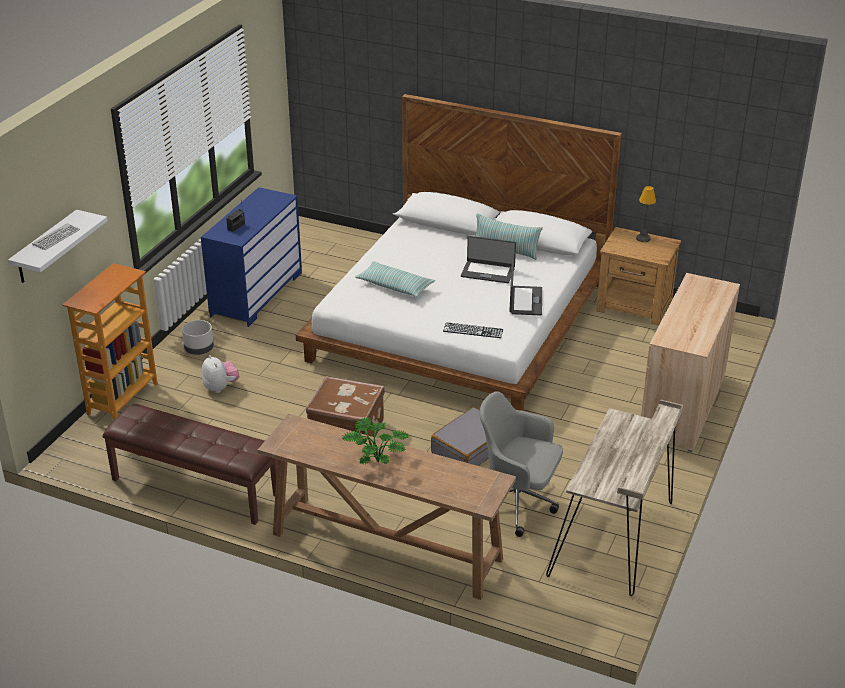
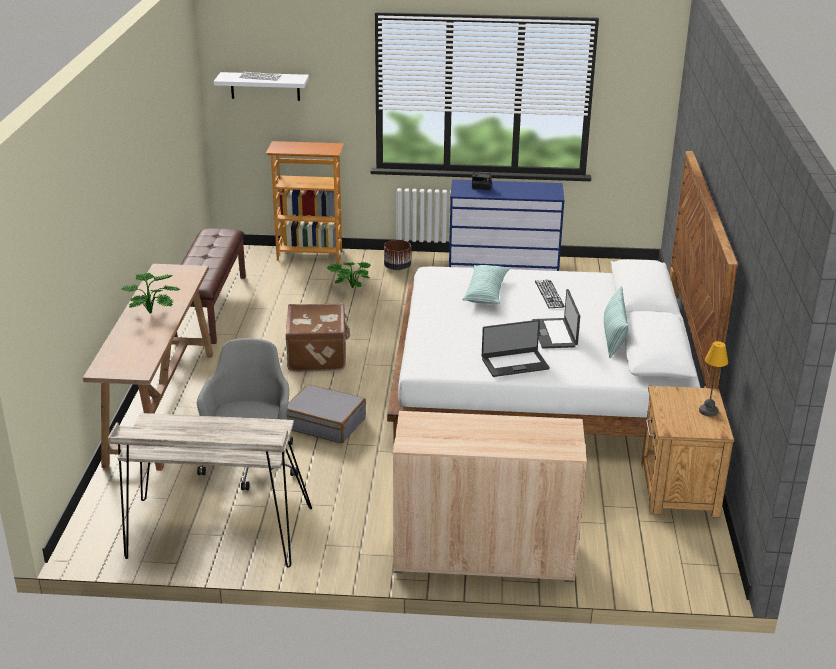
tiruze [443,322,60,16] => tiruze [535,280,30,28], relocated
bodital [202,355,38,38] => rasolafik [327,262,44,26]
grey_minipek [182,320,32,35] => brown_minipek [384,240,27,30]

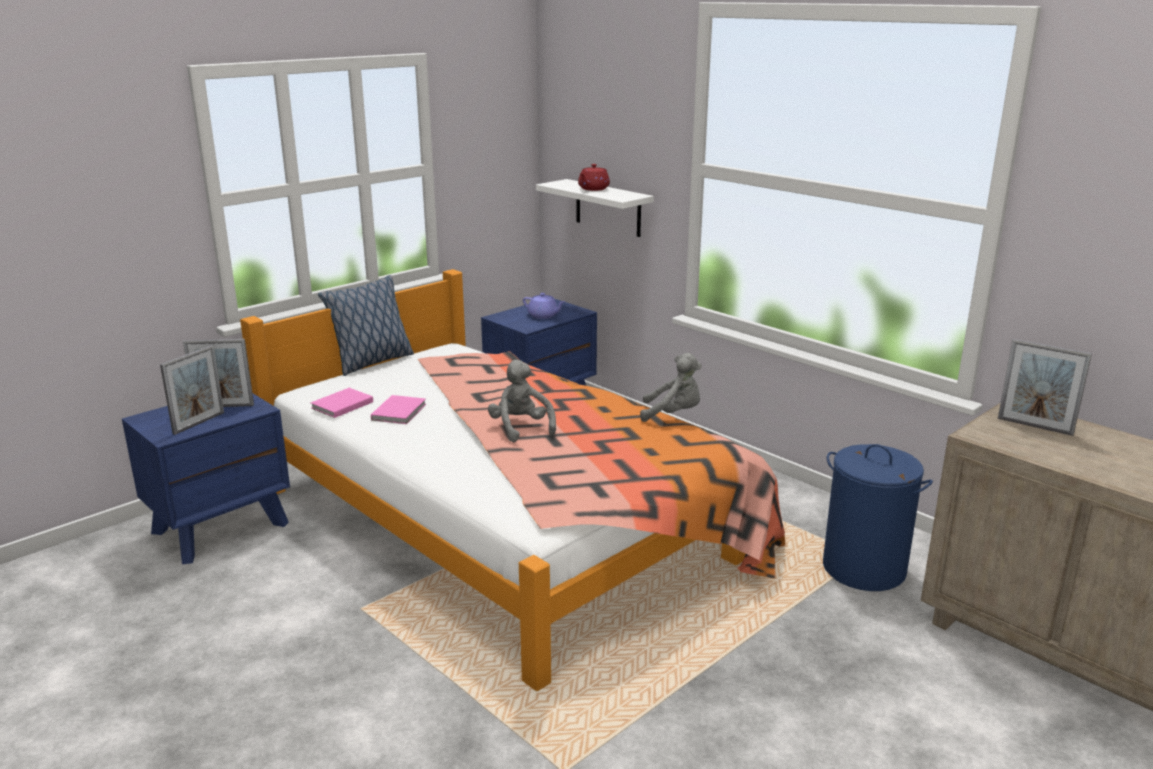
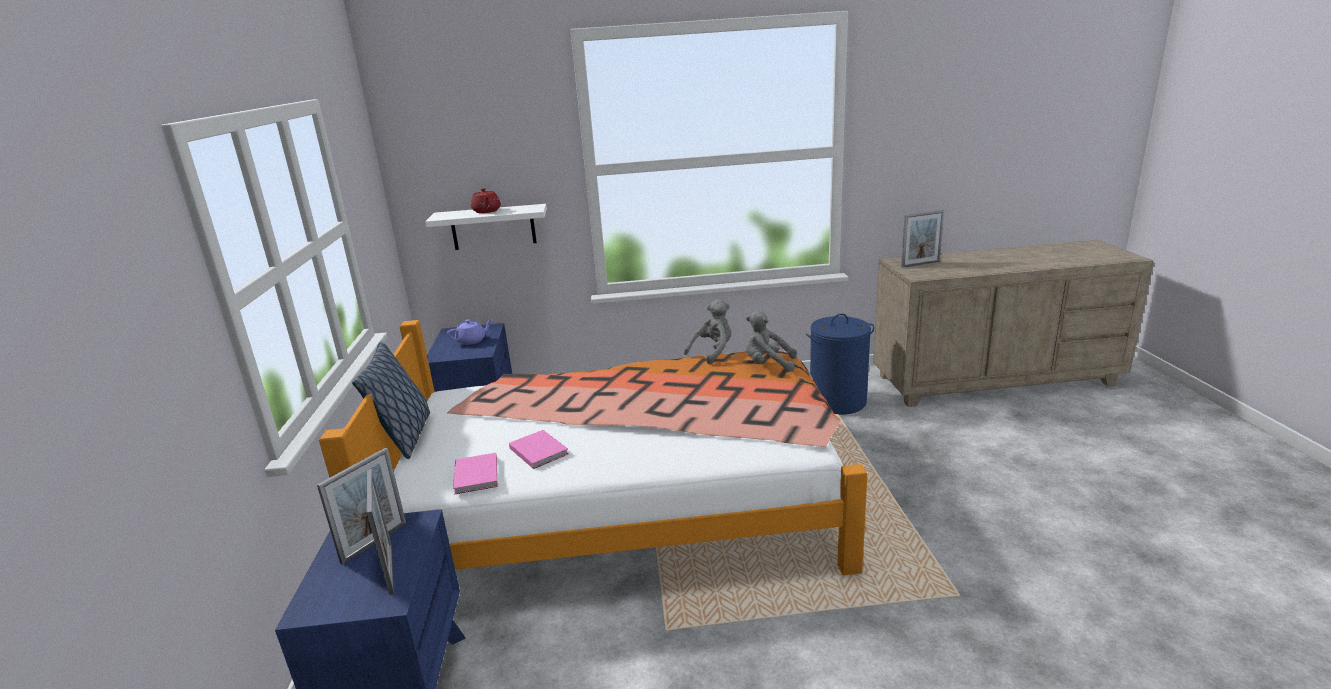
grey_bodital [488,360,68,82] => grey_bodital [746,311,51,61], relocated

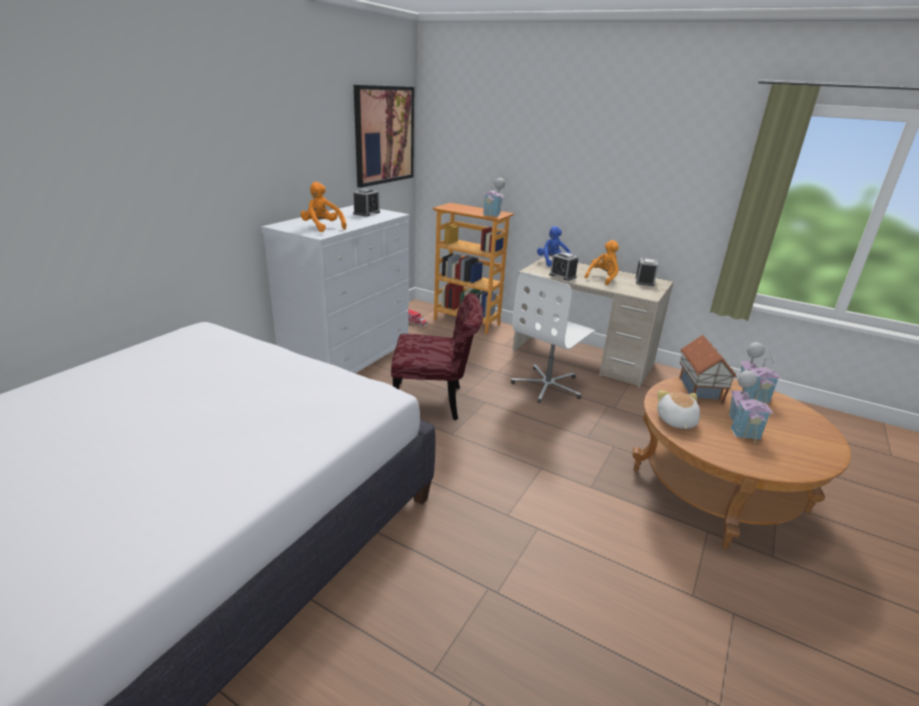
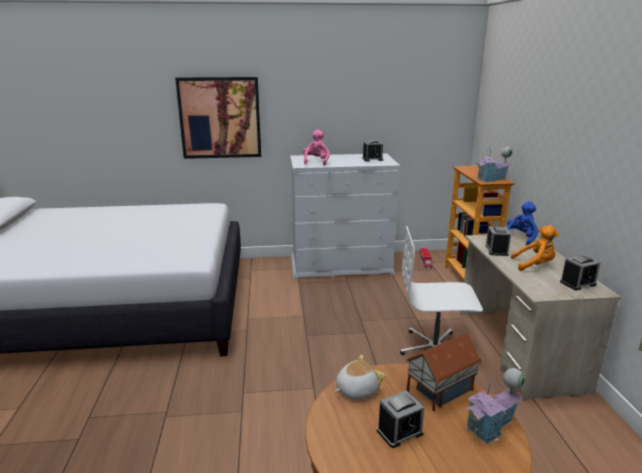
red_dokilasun [391,293,92,127] => nothing
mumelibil [354,85,60,103] => mumelibil [175,77,86,82], relocated
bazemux [729,370,44,73] => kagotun [377,390,47,58]
orange_bodital [300,182,46,50] => pink_bodital [303,130,27,36]

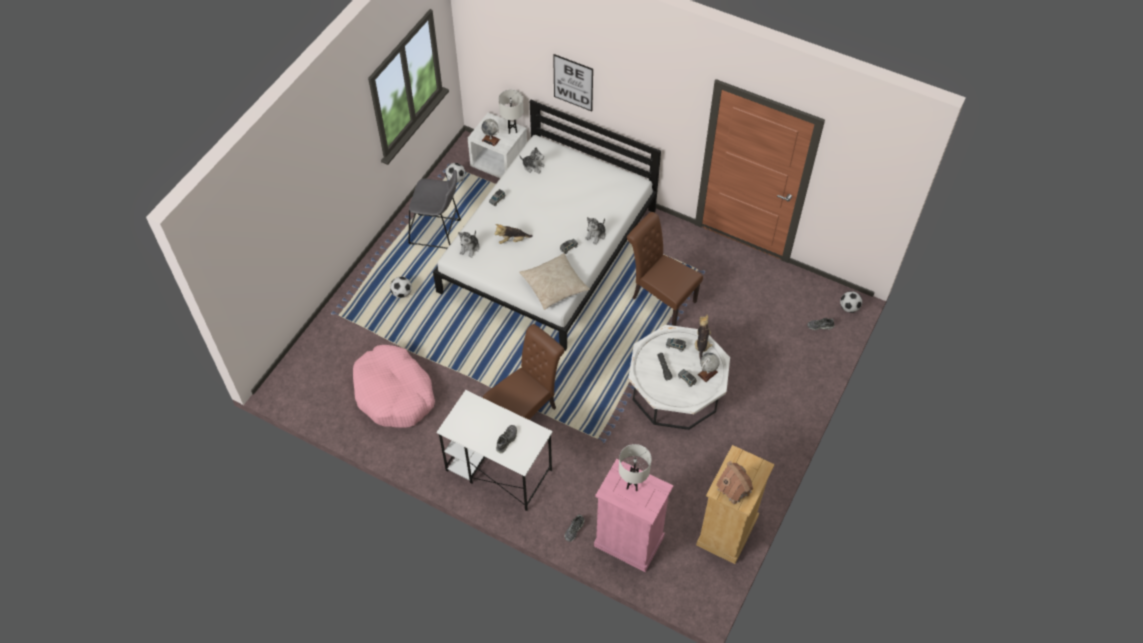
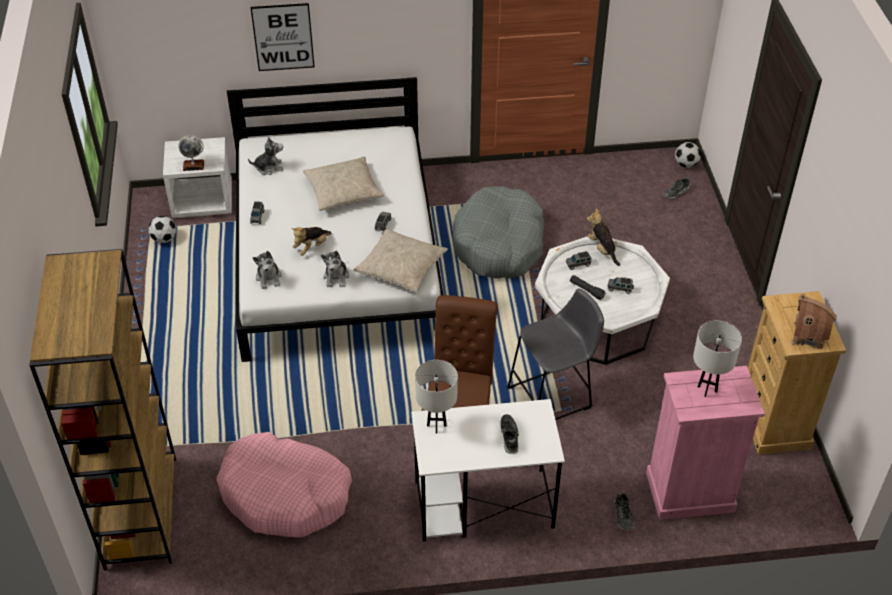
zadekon [390,277,22,21] => nothing
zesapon [697,353,23,29] => nothing
nothing => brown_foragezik [29,249,147,321]
nothing => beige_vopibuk [303,157,81,54]
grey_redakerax [408,170,53,79] => grey_redakerax [507,288,97,132], relocated
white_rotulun [498,90,25,44] => white_rotulun [415,360,43,74], relocated
bodital [585,217,21,28] => bodital [321,251,29,36], relocated
brown_dokilasun [627,212,76,114] => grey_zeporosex [452,186,92,93]

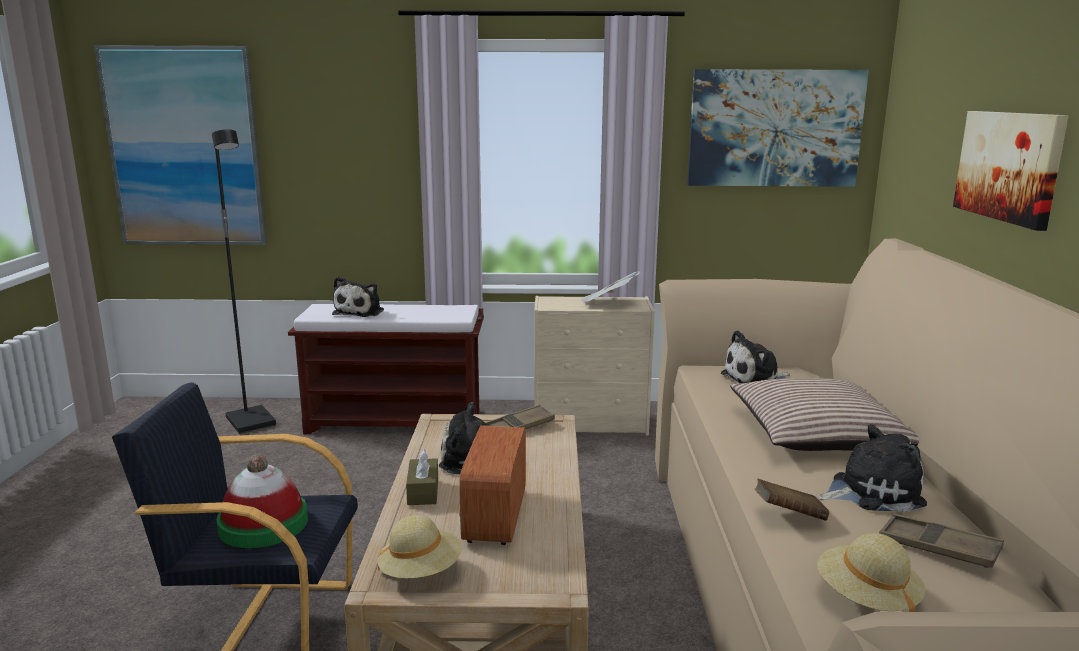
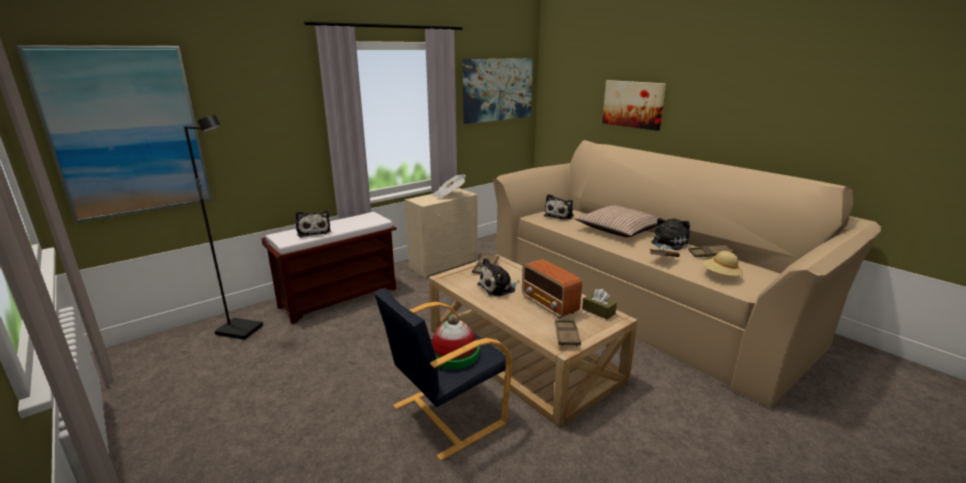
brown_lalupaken [406,449,32,56] => brown_lalupaken [582,289,35,30], relocated
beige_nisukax [378,515,84,63] => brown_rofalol [555,320,26,26]

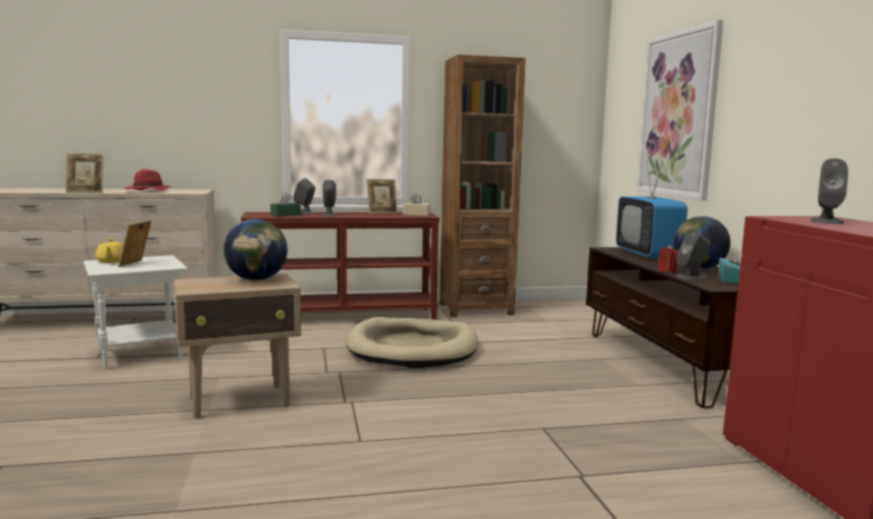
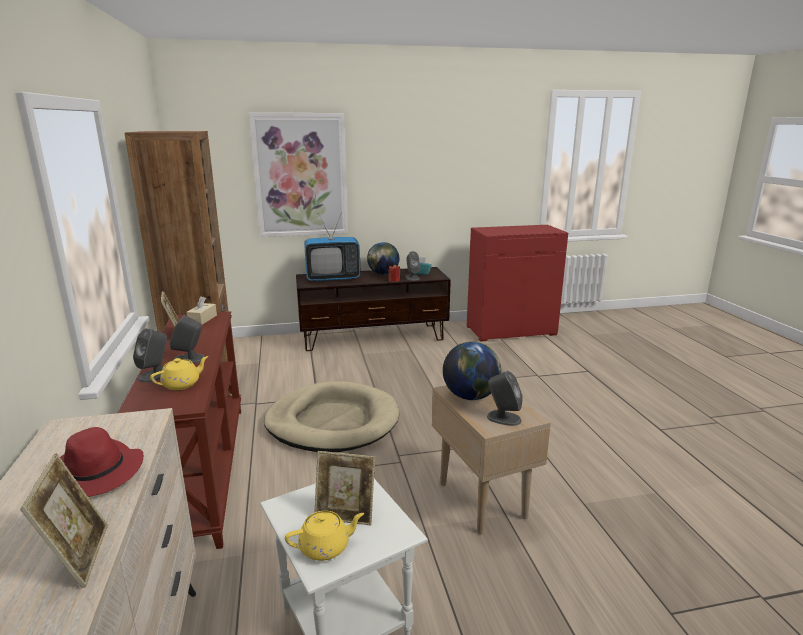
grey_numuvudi [811,158,37,66] => grey_numuvudi [487,371,36,55], relocated
green_lalupaken [271,193,30,24] => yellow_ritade [150,356,59,34]

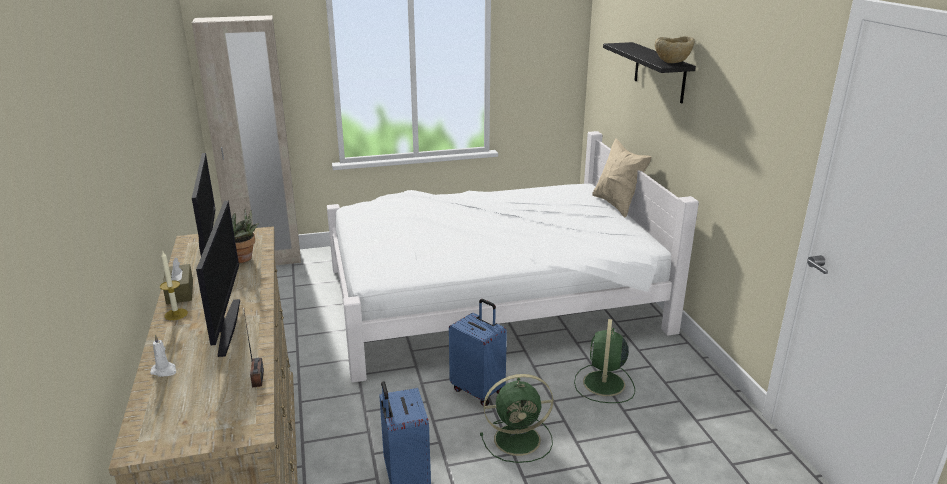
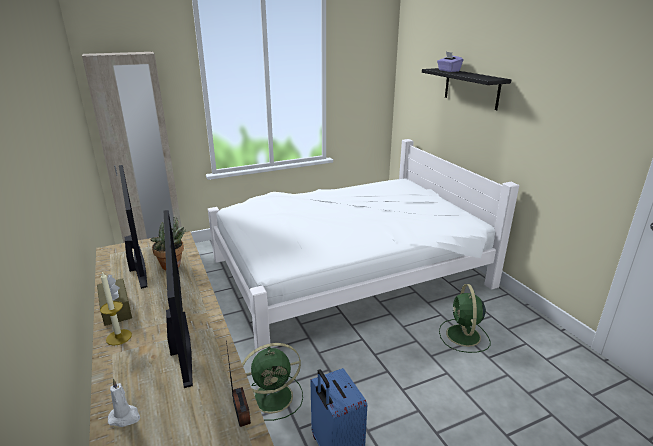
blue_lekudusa [449,299,58,108] => nothing
beige_vopibuk [592,138,60,80] => nothing
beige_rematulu [655,36,40,27] => nothing
nothing => purple_lalupaken [437,52,26,20]
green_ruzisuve [480,374,73,89] => green_ruzisuve [242,343,61,78], relocated

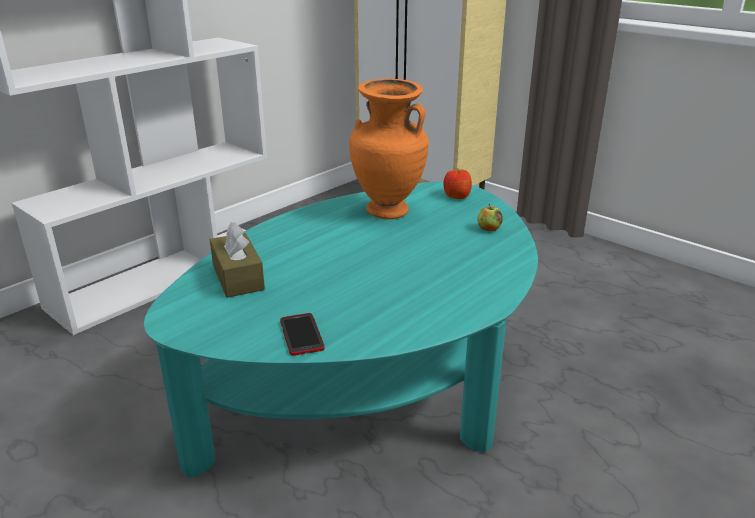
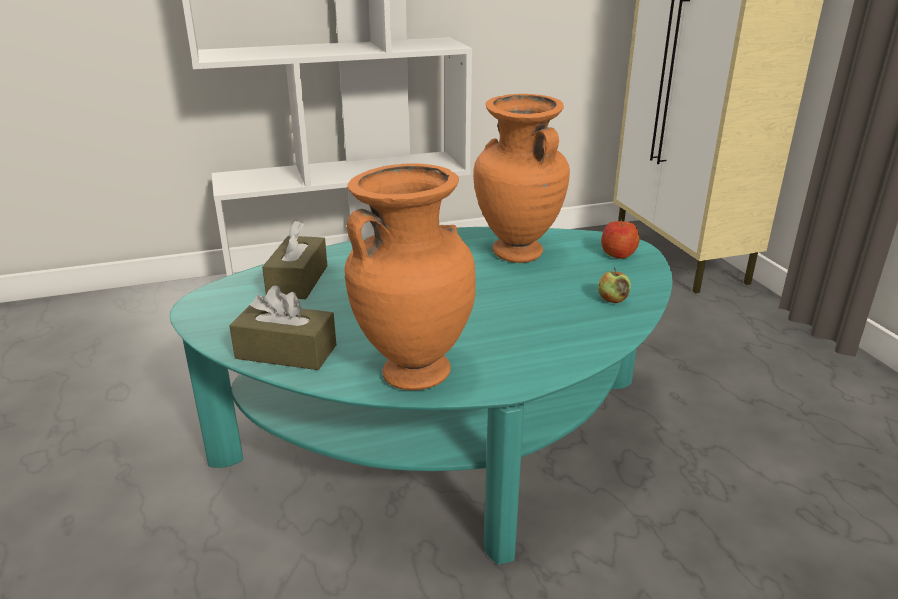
nothing => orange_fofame [344,163,132,227]
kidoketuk [280,313,45,43] => brown_lalupaken [229,285,107,85]

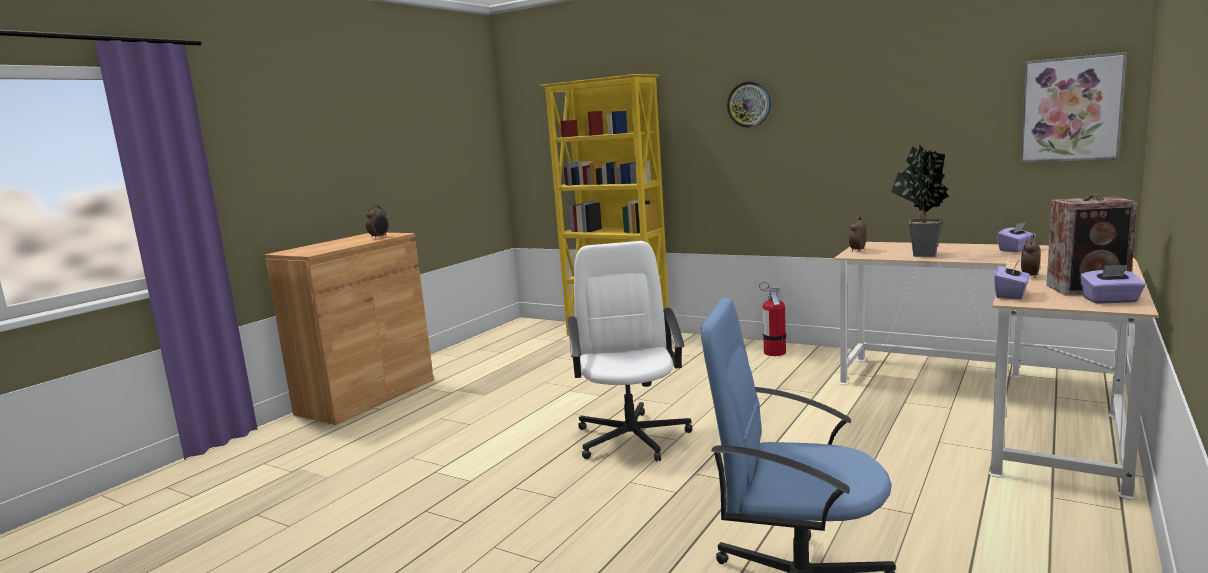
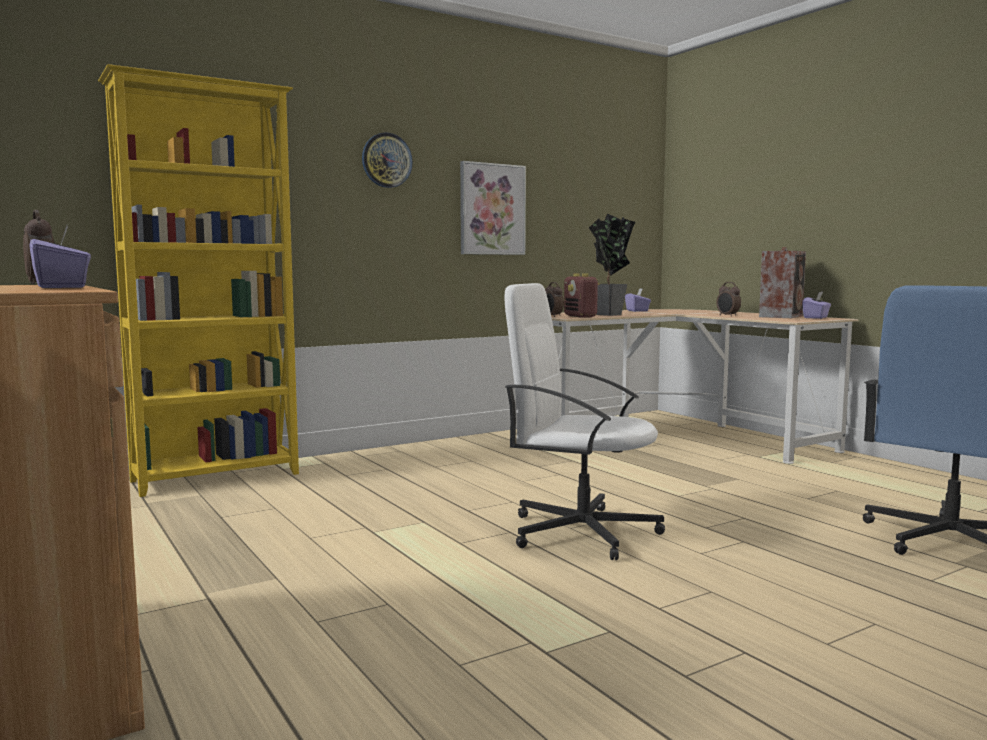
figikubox [759,282,27,74] => nothing
nothing => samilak [564,273,36,45]
purple_lalupaken [994,259,36,40] => purple_lalupaken [30,226,61,62], relocated
mumelibil [1021,52,106,111] => mumelibil [460,161,66,94], relocated

